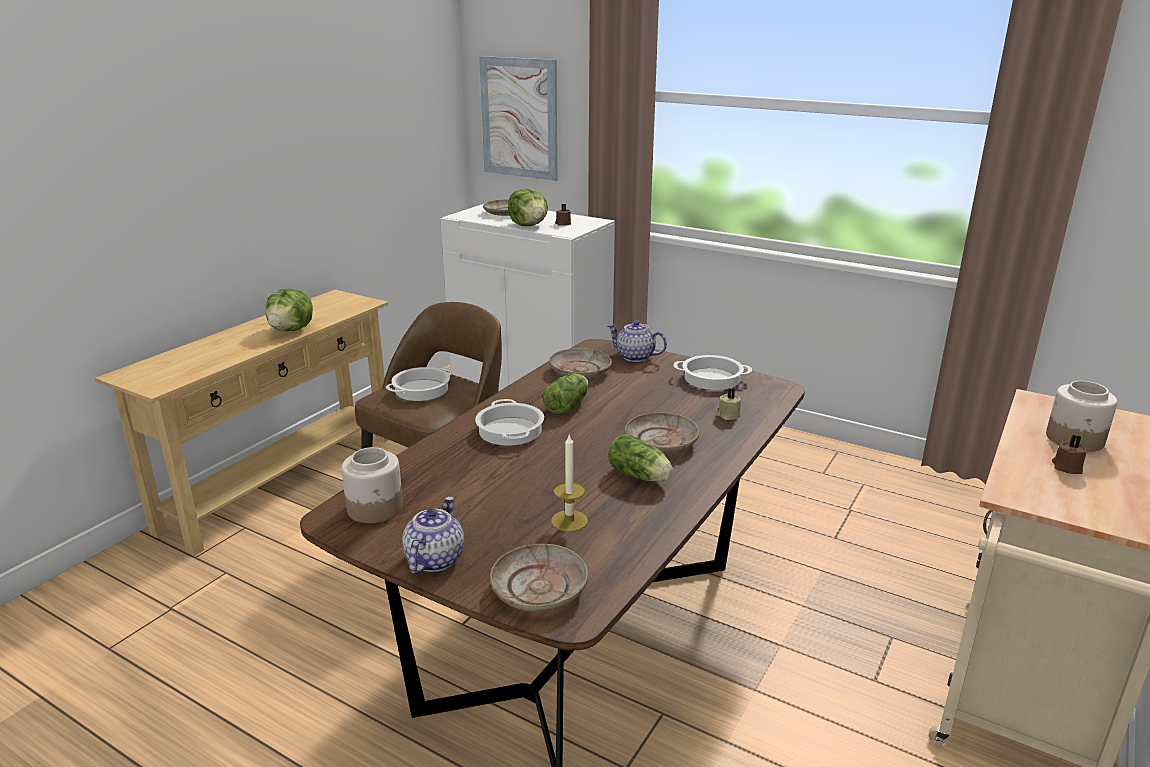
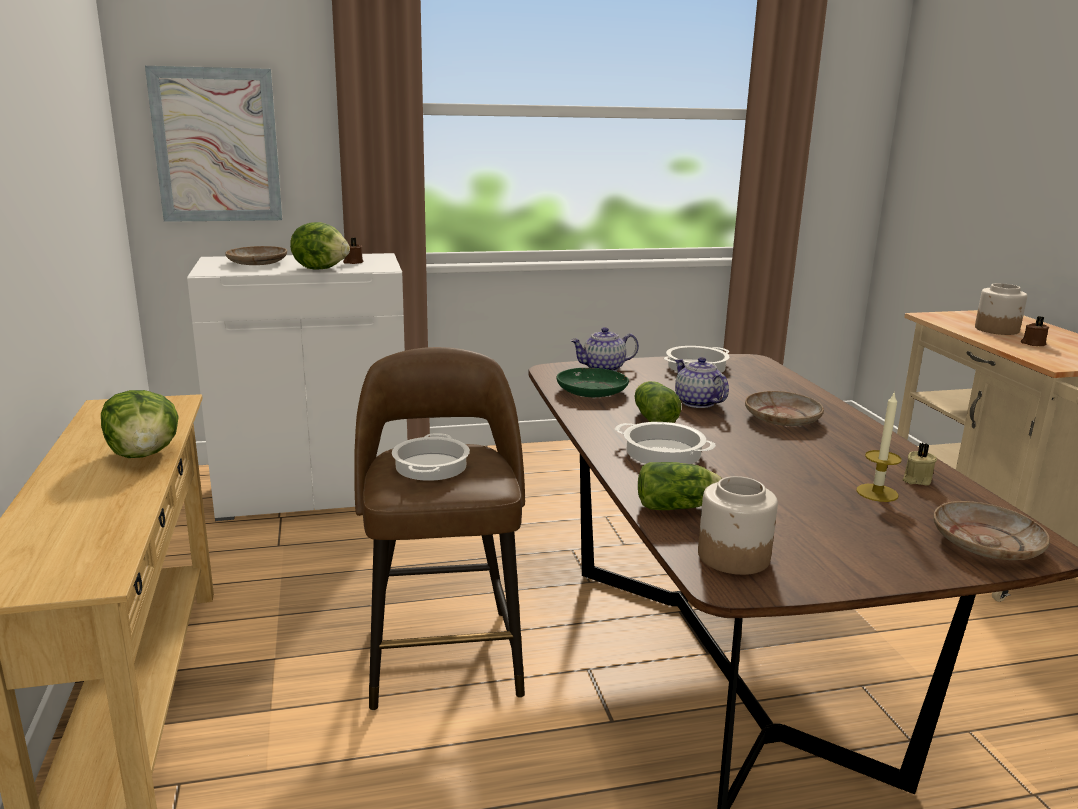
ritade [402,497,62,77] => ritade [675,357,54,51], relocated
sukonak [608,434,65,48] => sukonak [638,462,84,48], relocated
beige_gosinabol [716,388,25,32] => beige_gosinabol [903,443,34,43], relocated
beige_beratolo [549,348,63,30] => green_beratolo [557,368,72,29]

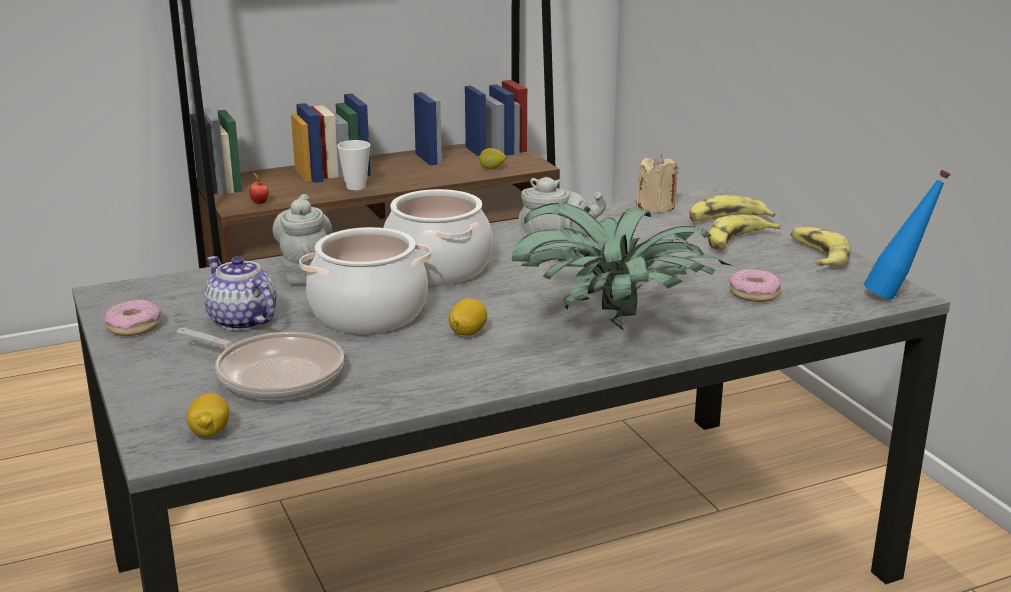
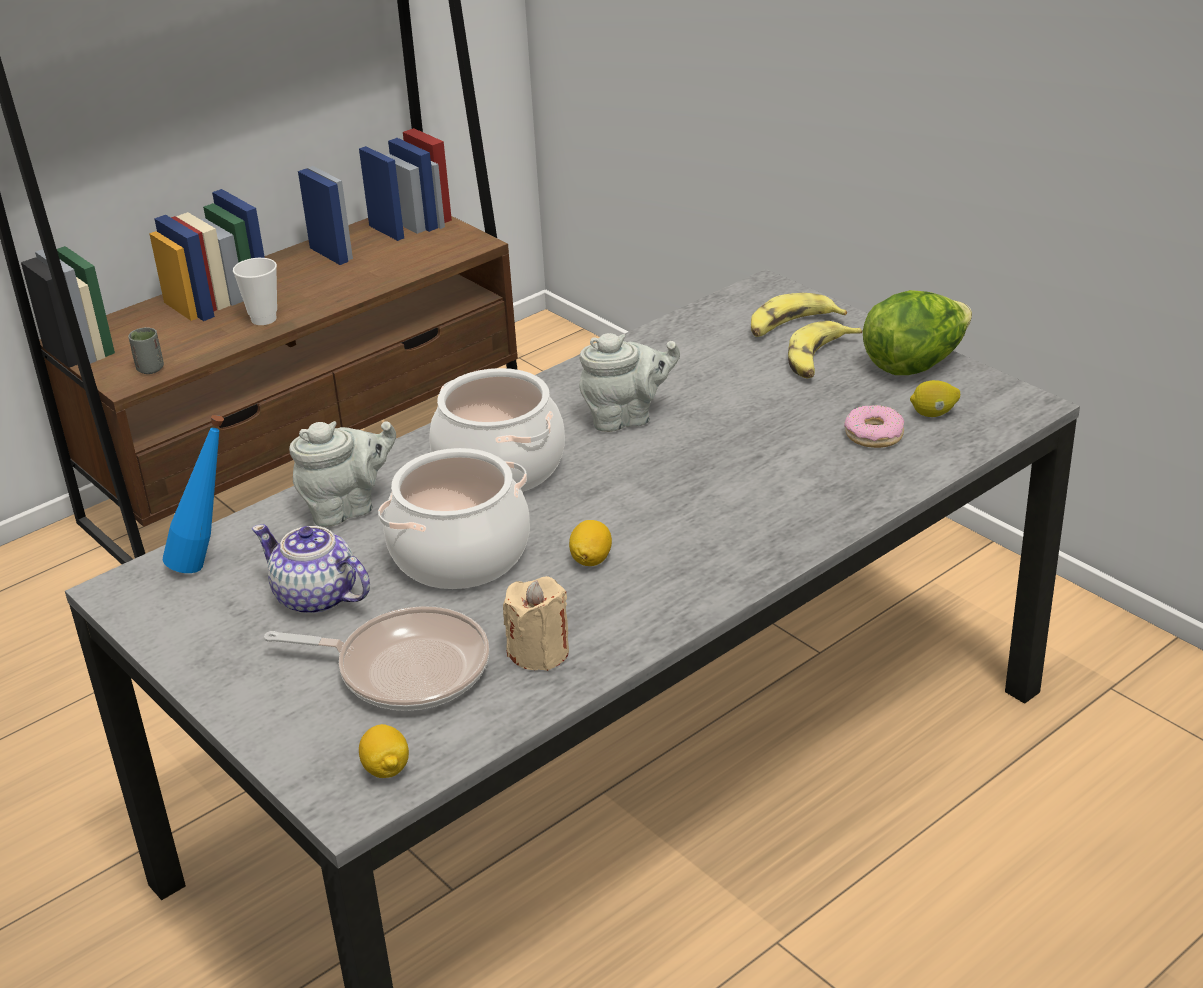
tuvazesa [104,299,58,37] => nothing
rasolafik [512,203,221,128] => nothing
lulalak [478,148,28,21] => lulalak [910,380,50,37], relocated
beige_gosinabol [636,154,43,58] => beige_gosinabol [503,576,66,95], relocated
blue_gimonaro [864,170,87,129] => blue_gimonaro [163,415,61,158], relocated
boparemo [249,173,19,31] => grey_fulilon [128,327,36,47]
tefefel [791,227,60,40] => sukonak [863,290,109,85]
grey_ritade [272,194,60,91] => grey_ritade [289,421,107,106], 90 degrees clockwise

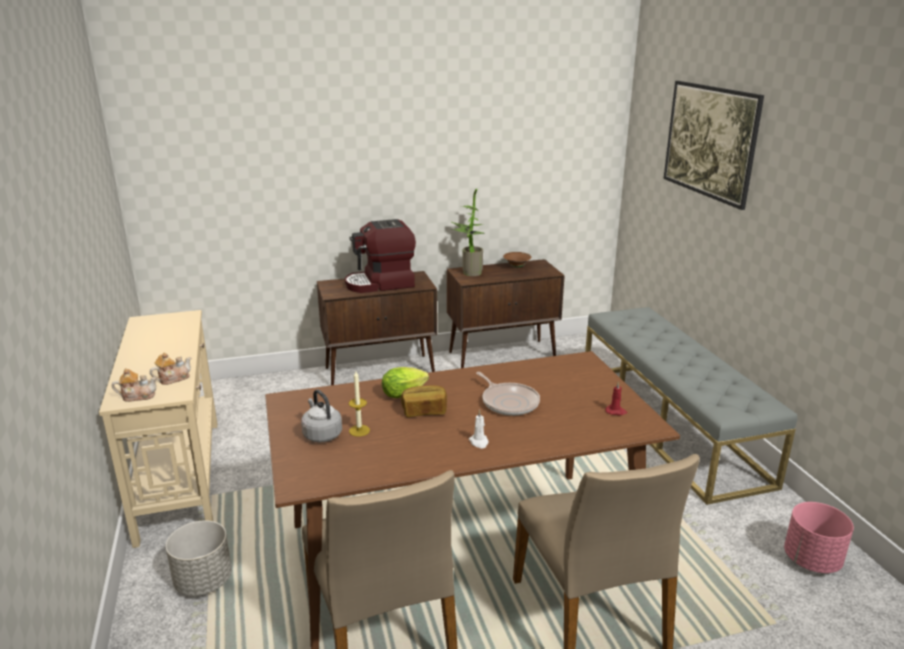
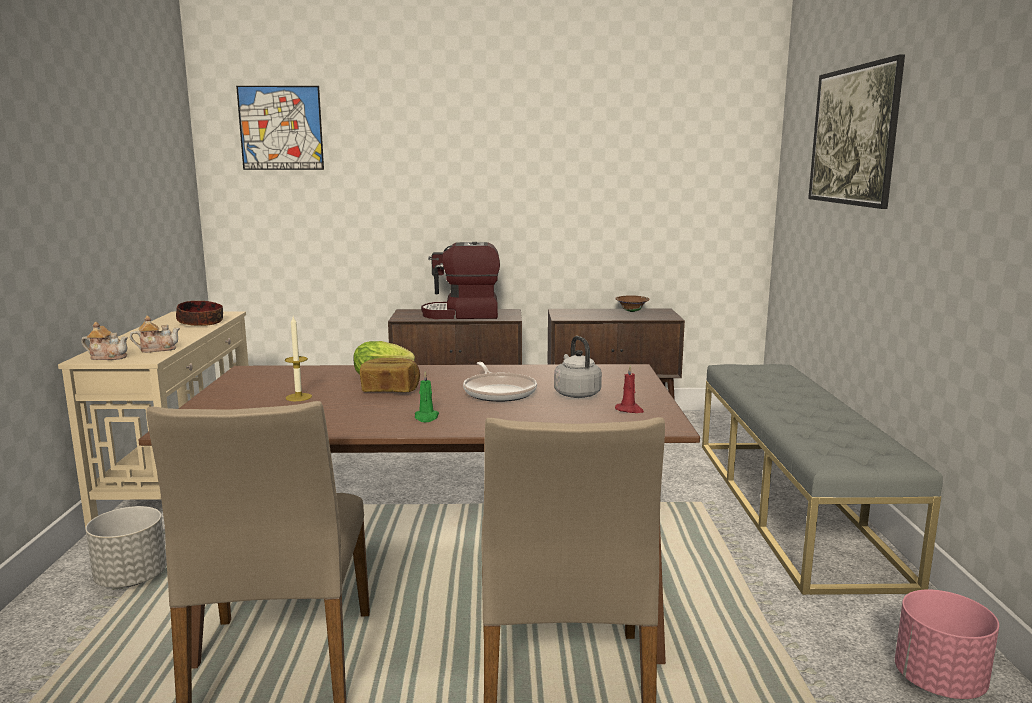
rasolafik [450,188,35,88] => nothing
nothing => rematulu [176,301,47,25]
nothing => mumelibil [236,86,88,84]
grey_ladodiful [301,389,41,53] => grey_ladodiful [554,336,48,62], relocated
white_gosinabol [469,410,20,39] => green_gosinabol [415,371,24,51]

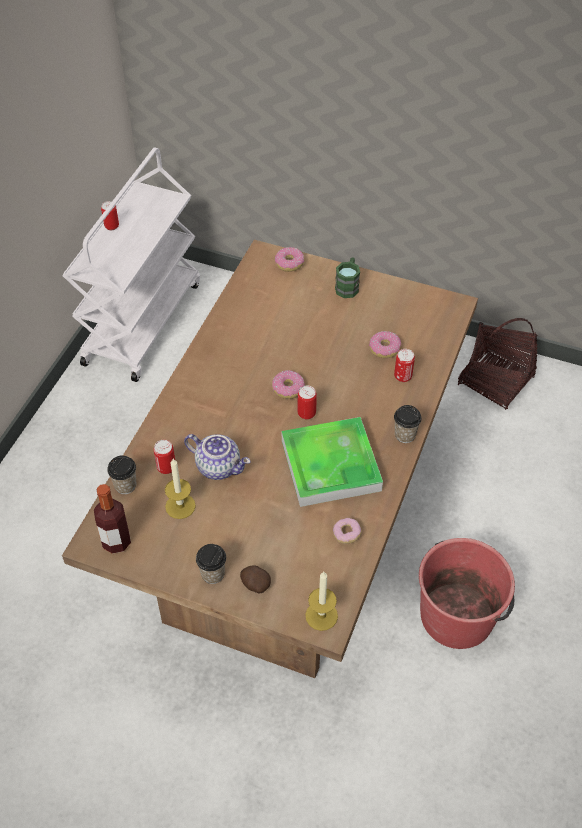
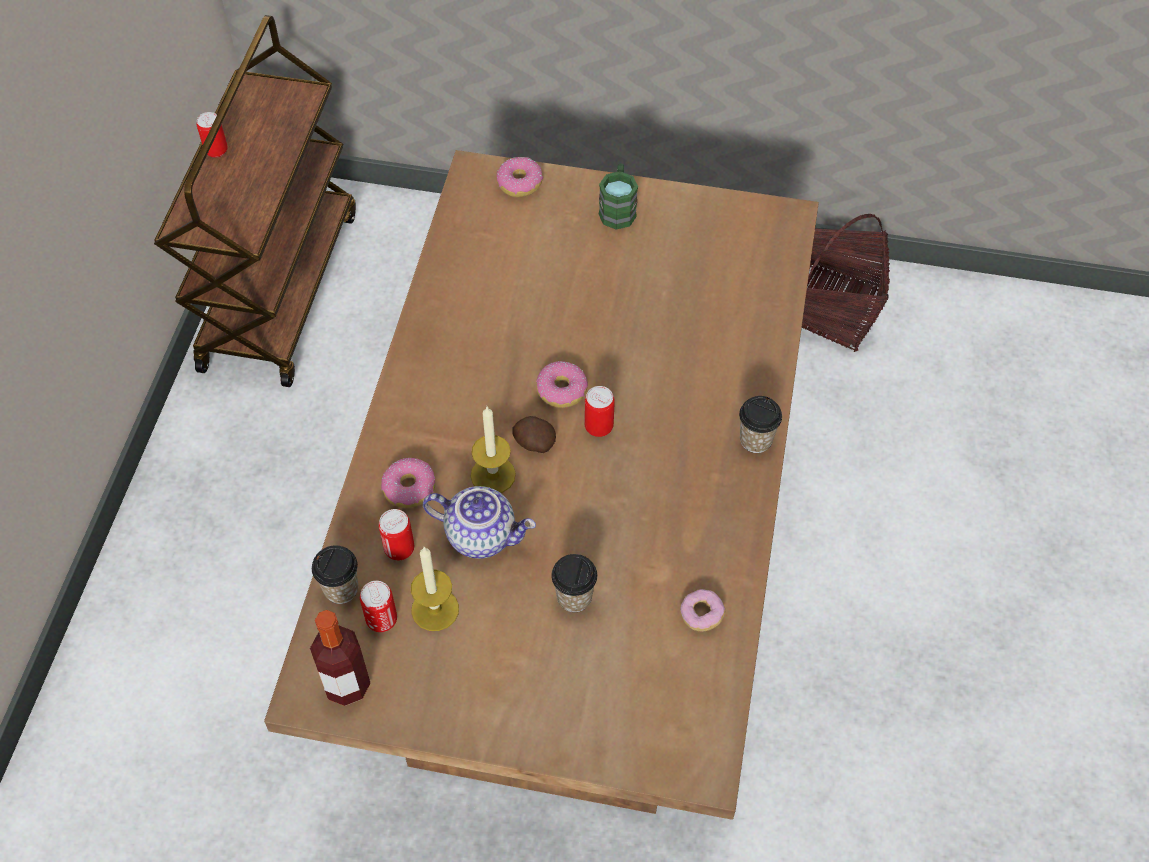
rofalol [282,417,101,90] => nothing
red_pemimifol [419,538,96,111] => nothing
fulilon [196,544,30,40] => fulilon [551,554,46,58], relocated
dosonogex [240,565,31,29] => dosonogex [512,416,44,37], relocated
gosinabol [305,572,33,59] => gosinabol [471,407,45,86], relocated
tuvazesa [369,331,32,27] => tuvazesa [381,458,54,50], relocated
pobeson [394,349,21,33] => pobeson [360,581,37,51], relocated
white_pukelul [63,147,137,235] => brown_pukelul [154,15,202,372]

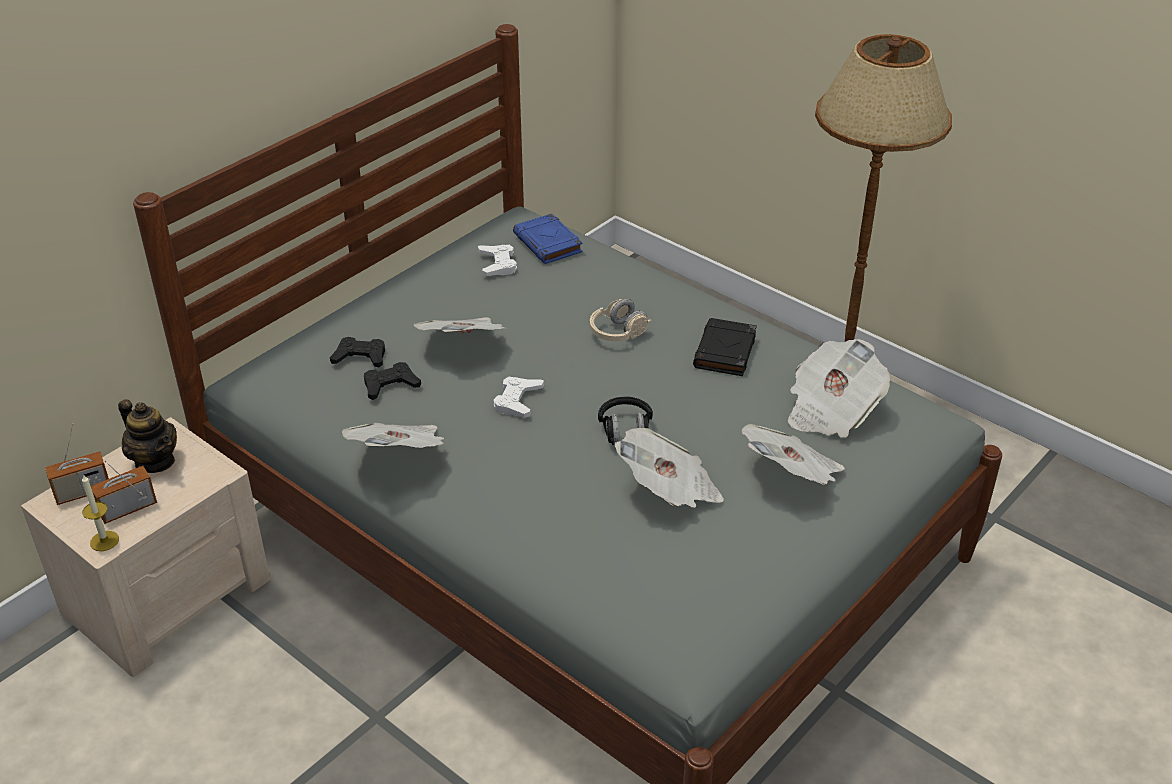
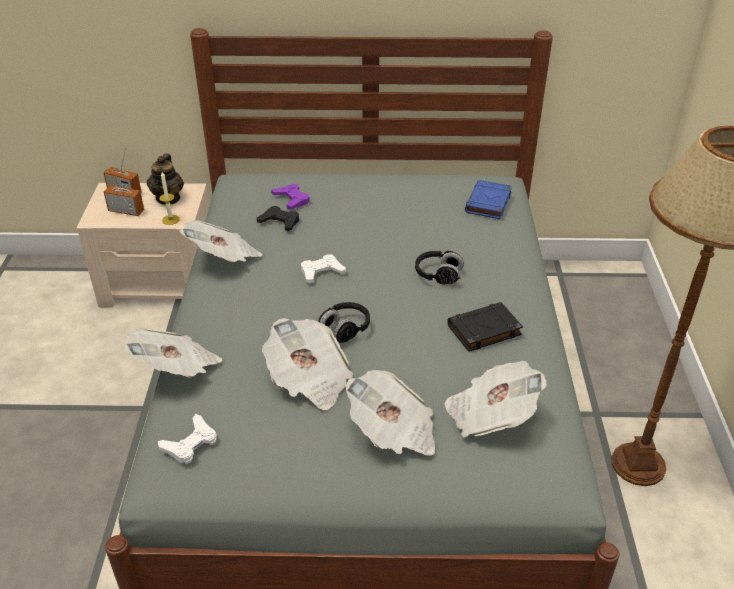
gosinabol [82,474,37,77] => gosinabol [159,172,21,53], relocated
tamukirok [414,317,91,17] => tamukirok [123,328,99,49], relocated
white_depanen [478,244,39,32] => white_depanen [158,414,59,50], relocated
black_depanen [330,337,55,31] => purple_depanen [271,184,38,25]
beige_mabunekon [590,299,61,42] => black_mabunekon [415,251,49,34]

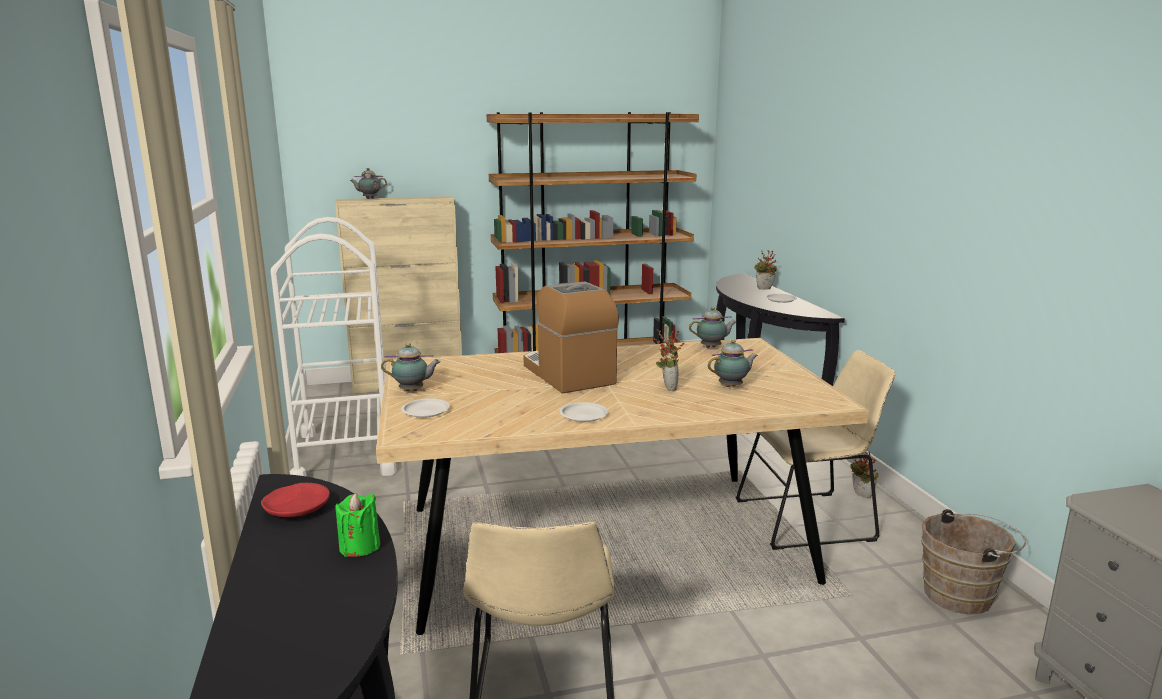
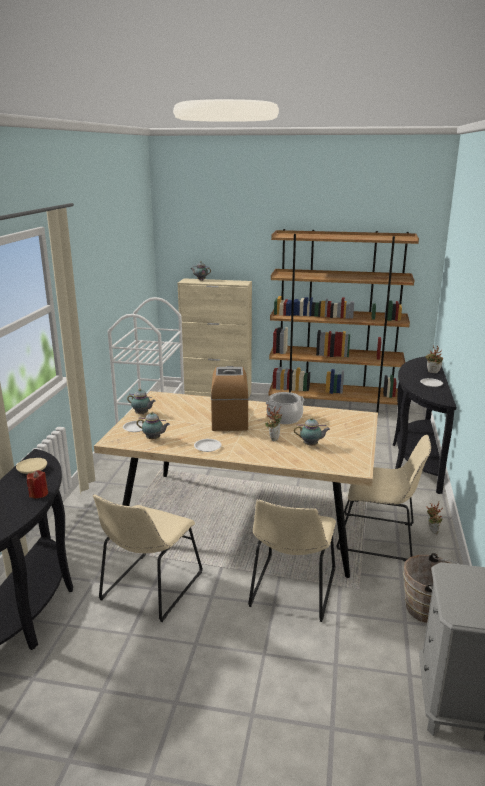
nothing => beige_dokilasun [248,499,88,123]
nothing => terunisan [266,392,38,32]
ritade [689,307,47,41] => ritade [137,412,33,27], relocated
red_beratolo [261,483,69,34] => beige_beratolo [16,458,31,16]
green_gosinabol [336,493,44,64] => red_gosinabol [27,470,21,29]

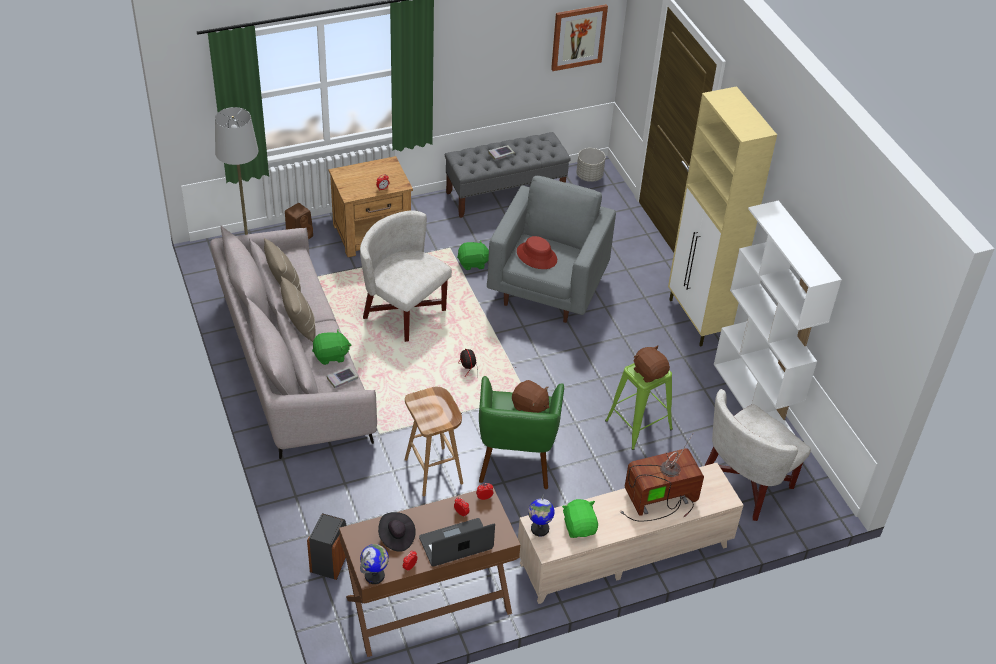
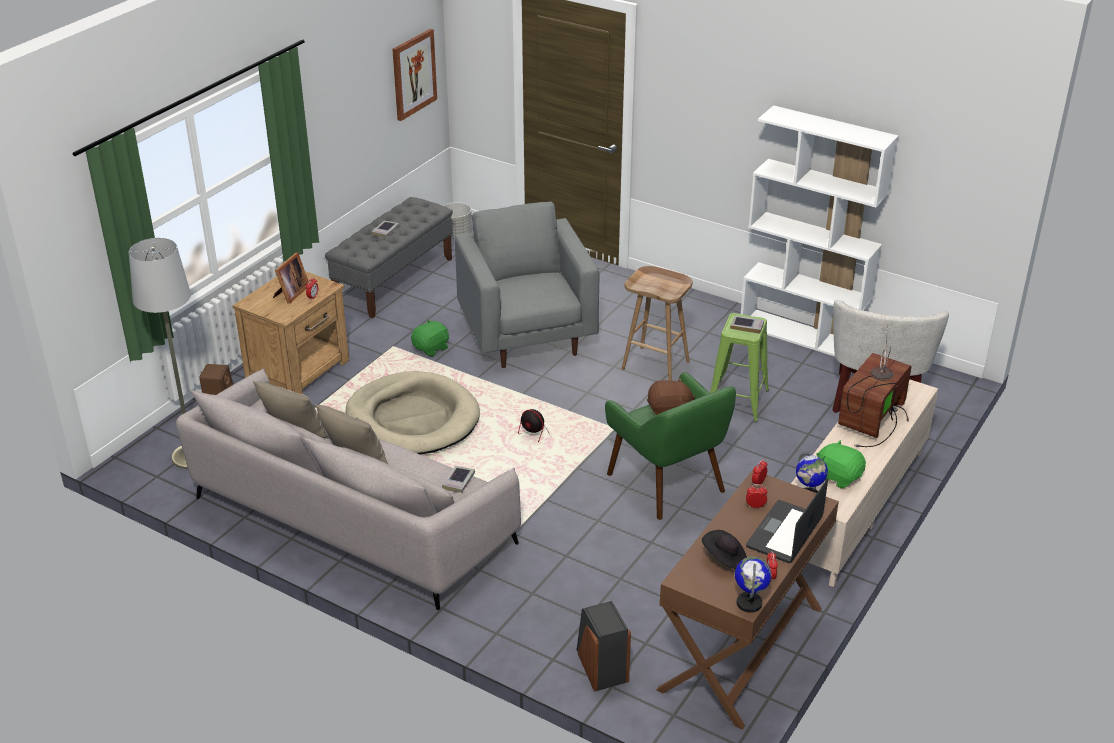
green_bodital [312,329,40,36] => nothing
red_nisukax [517,236,40,33] => nothing
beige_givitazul [668,86,109,261] => nothing
nothing => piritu [273,252,36,52]
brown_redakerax [405,387,58,110] => brown_redakerax [622,266,70,115], relocated
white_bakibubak [360,210,92,132] => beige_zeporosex [346,371,134,83]
brown_bodital [634,345,36,38] => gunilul [730,315,34,19]

